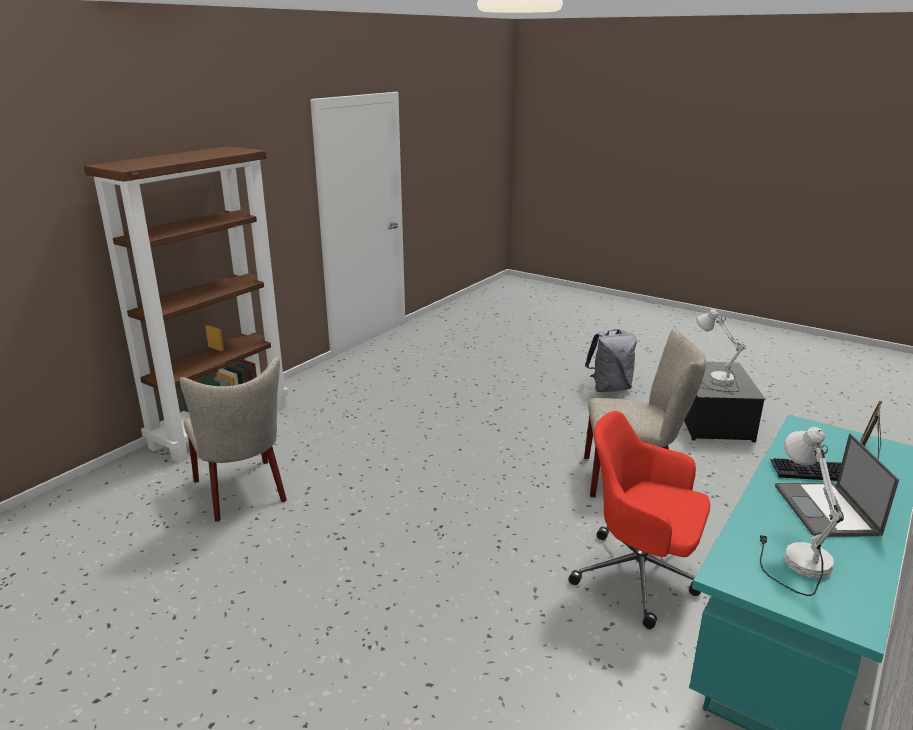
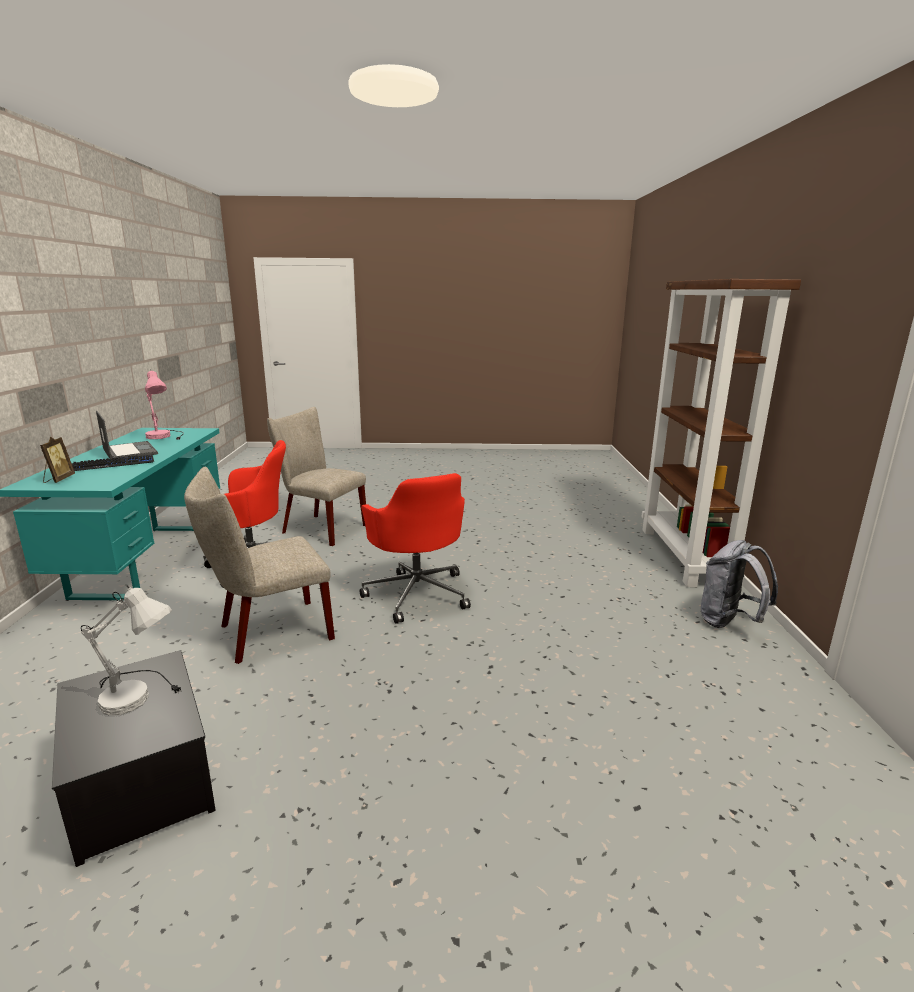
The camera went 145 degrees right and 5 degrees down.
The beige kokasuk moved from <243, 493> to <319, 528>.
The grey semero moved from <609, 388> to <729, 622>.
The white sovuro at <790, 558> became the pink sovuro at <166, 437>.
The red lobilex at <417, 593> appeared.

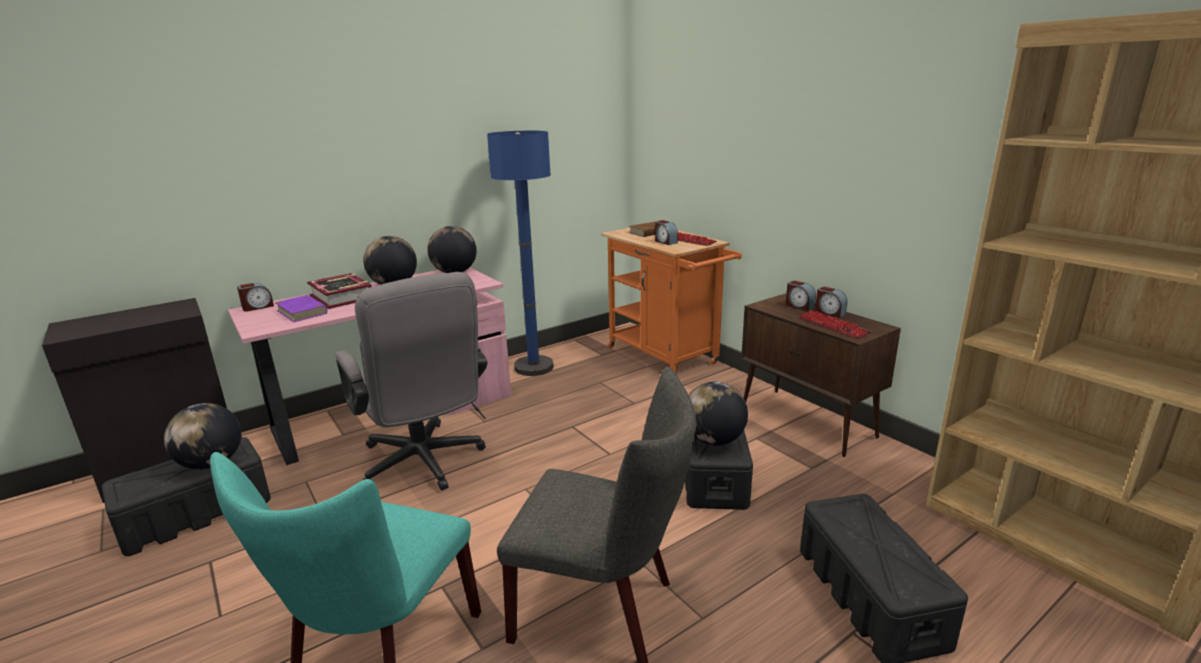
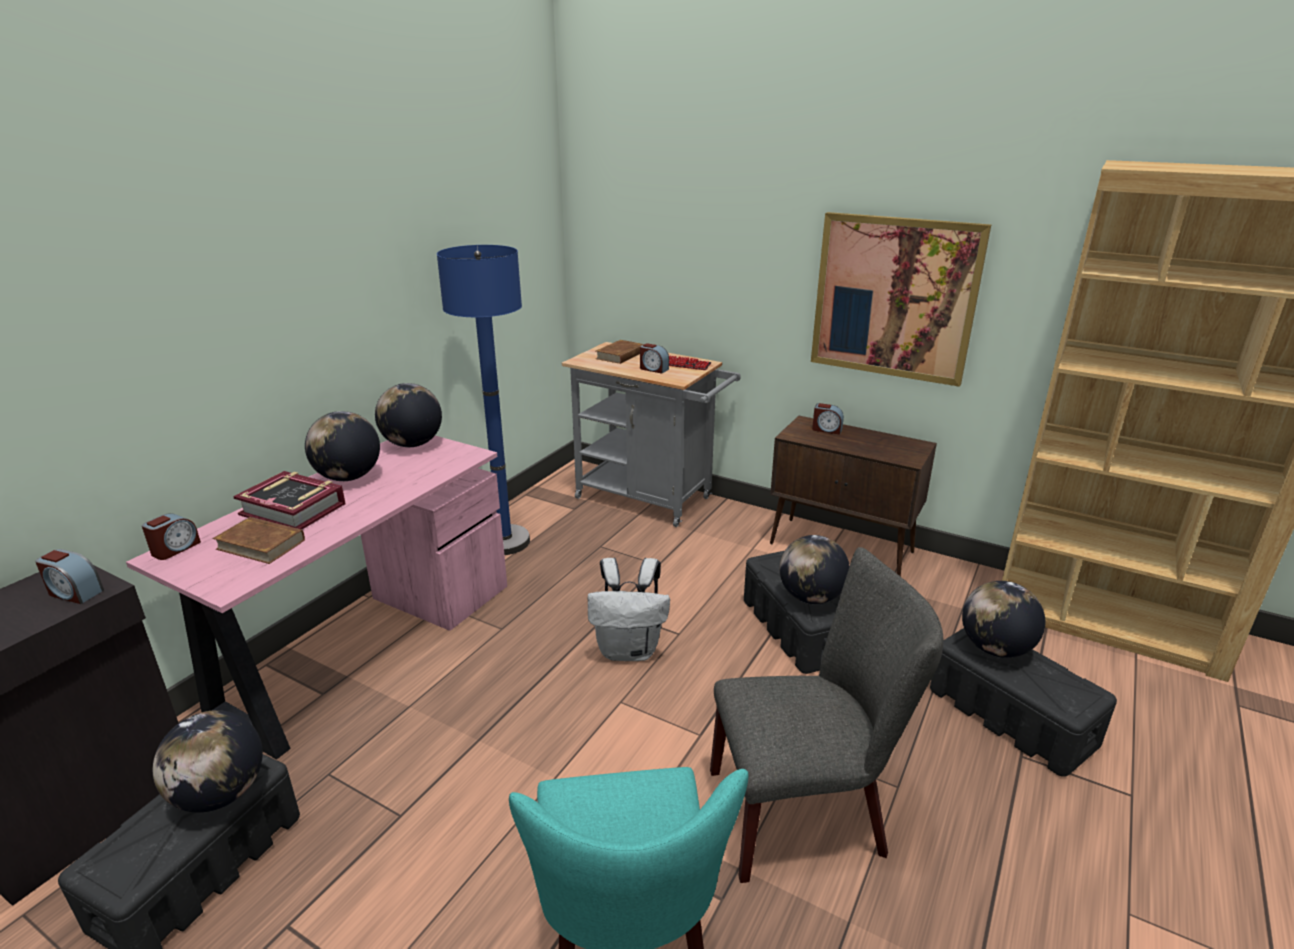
The camera went 25 degrees left and 5 degrees up.
The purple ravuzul at <302, 312> became the brown ravuzul at <261, 544>.
The grey lobilex at <425, 465> disappeared.
The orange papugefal at <667, 358> became the grey papugefal at <651, 499>.
The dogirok at <833, 326> disappeared.
The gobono moved from <829, 312> to <75, 592>.
The white semero at <629, 650> appeared.
The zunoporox at <894, 298> appeared.
The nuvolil at <995, 648> appeared.

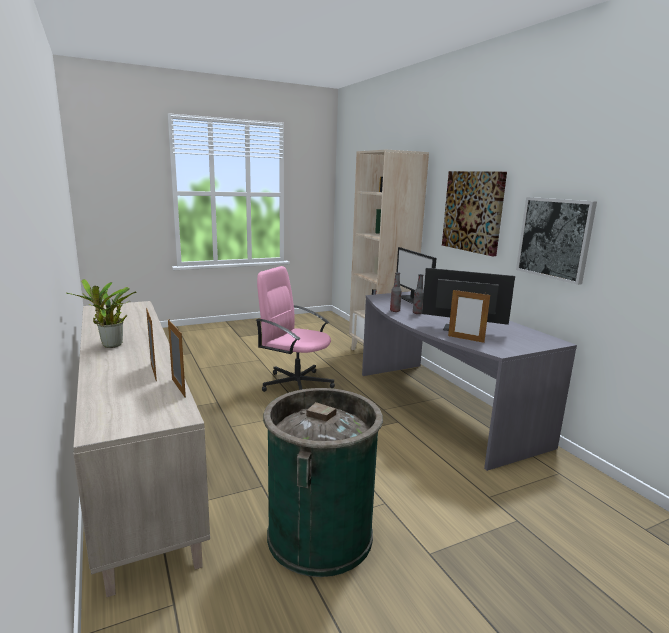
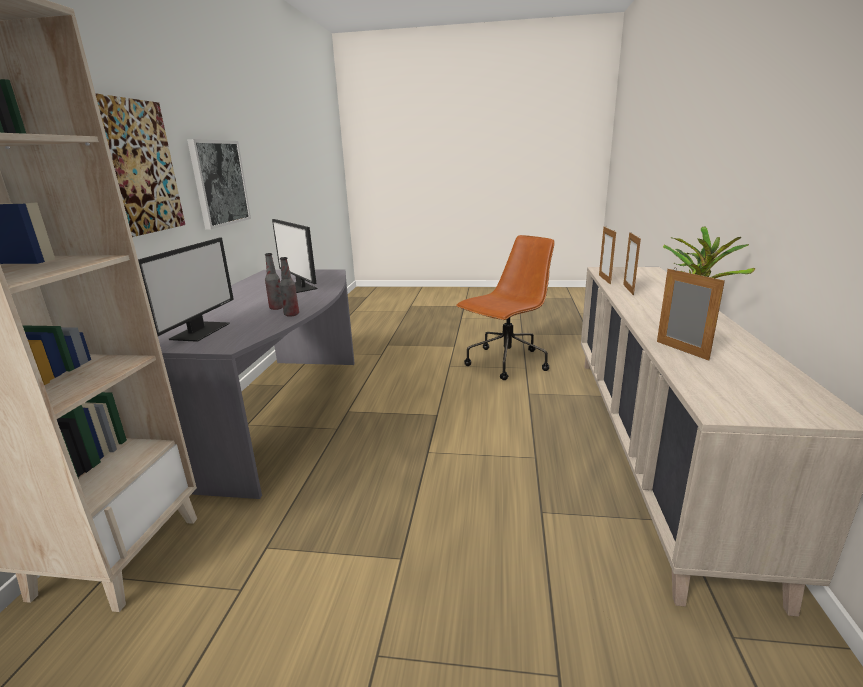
The camera went 145 degrees left and 5 degrees up.
The pink lobilex at <296, 384> disappeared.
The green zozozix at <319, 534> was replaced by the brown lobilex at <506, 363>.
The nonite moved from <465, 339> to <681, 350>.

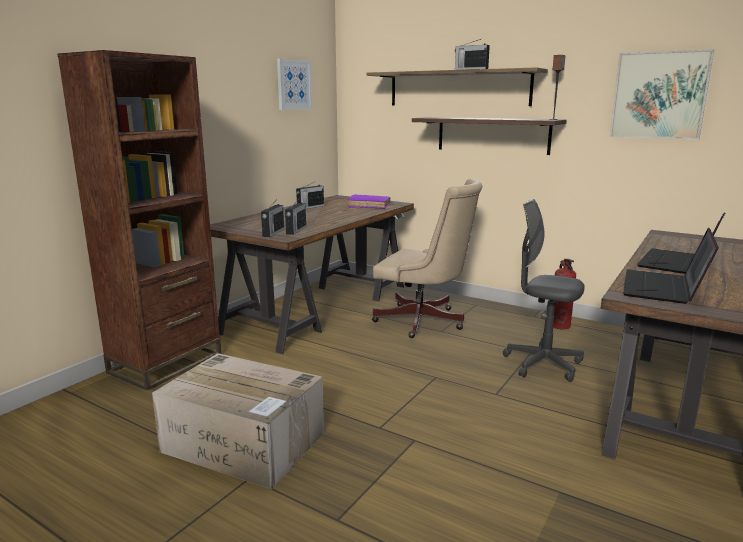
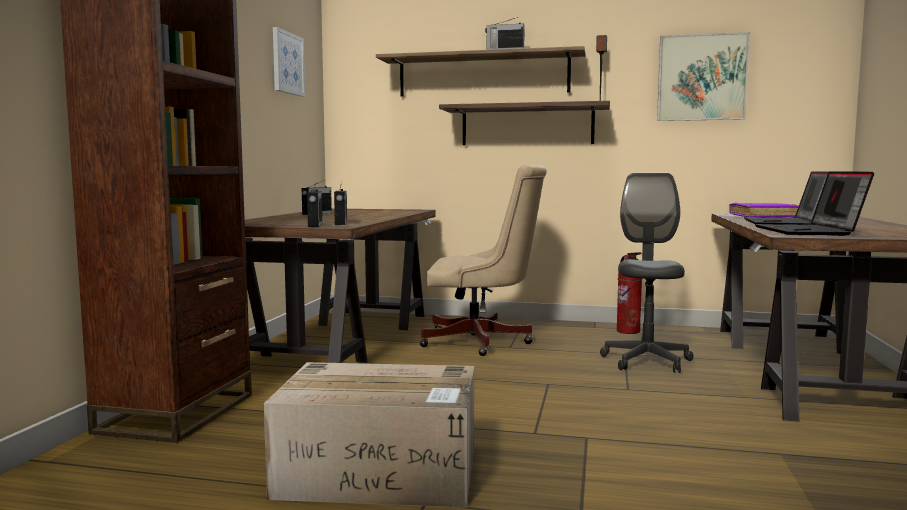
The camera went 20 degrees left and 10 degrees down.
The purple ravuzul moved from <369, 206> to <763, 217>.
The grey lobilex at <542, 364> turned 90 degrees clockwise.

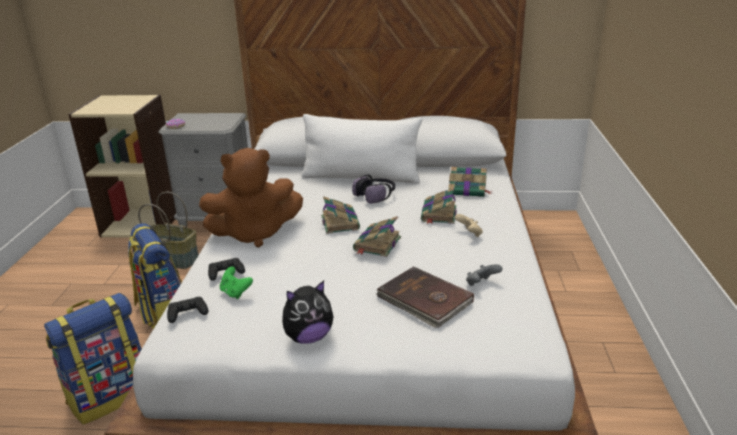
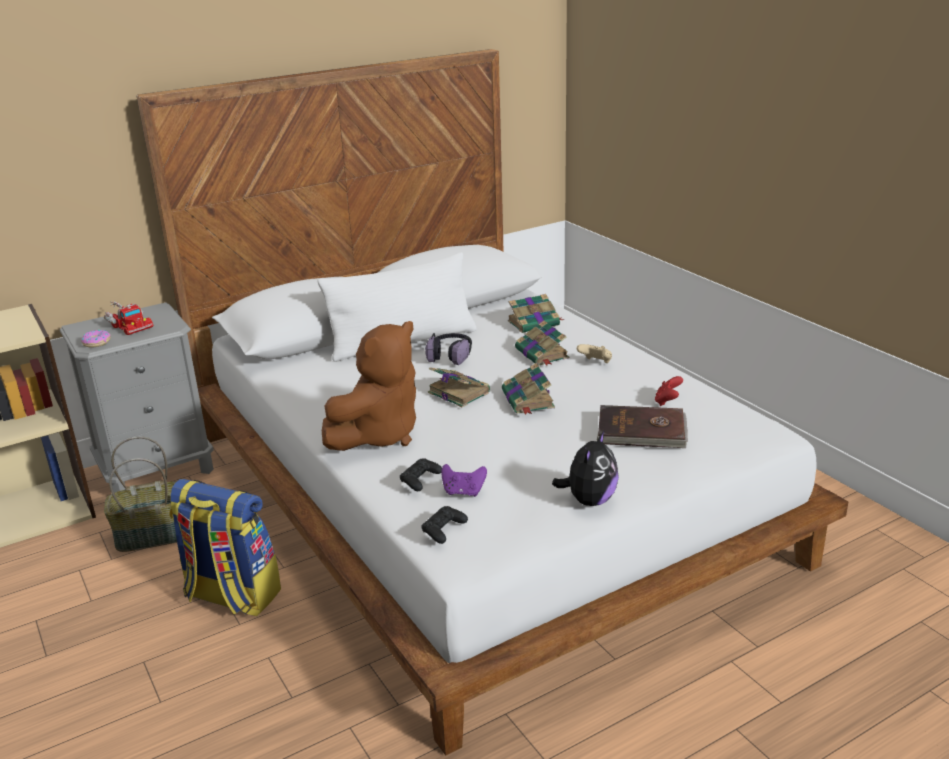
The camera went 35 degrees left and 0 degrees up.
The semero at <110, 395> disappeared.
The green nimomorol at <235, 293> became the purple nimomorol at <463, 492>.
The grey nimomorol at <481, 284> became the red nimomorol at <667, 401>.
The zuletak at <128, 325> appeared.

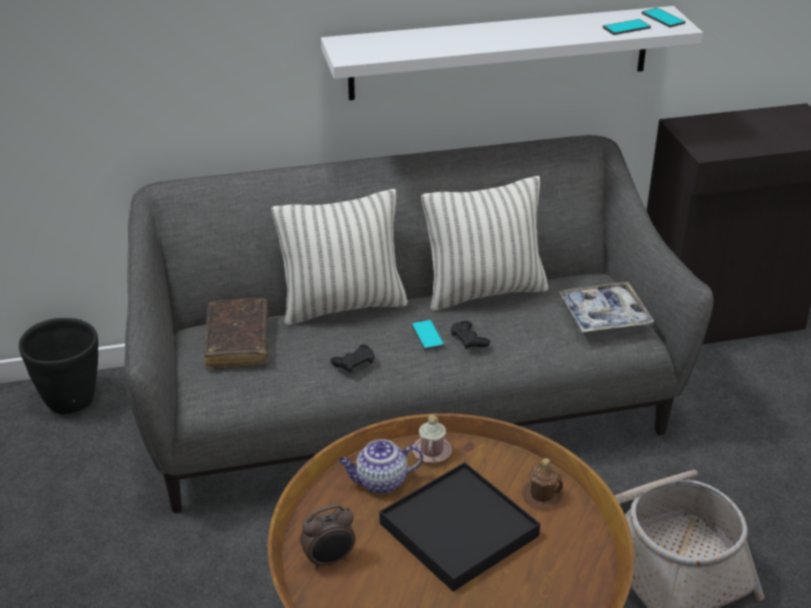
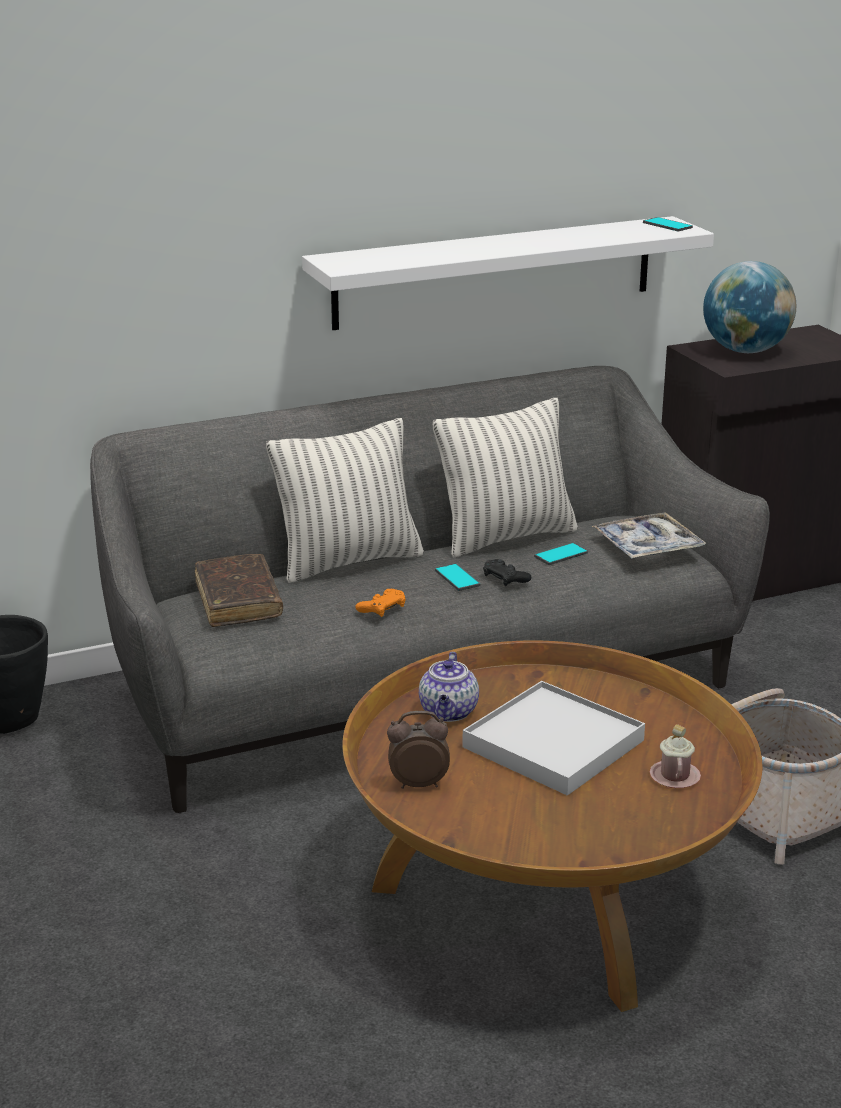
The camera went 10 degrees left and 10 degrees down.
The gobono at <329, 560> turned 150 degrees counterclockwise.
The black nimomorol at <354, 362> became the orange nimomorol at <382, 608>.
The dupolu at <380, 482> turned 60 degrees counterclockwise.
The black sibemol at <459, 530> became the white sibemol at <554, 744>.
The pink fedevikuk moved from <432, 451> to <674, 776>.
The brown fedevikuk at <542, 496> disappeared.
The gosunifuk moved from <626, 28> to <561, 555>.
The nuvolil at <745, 351> appeared.

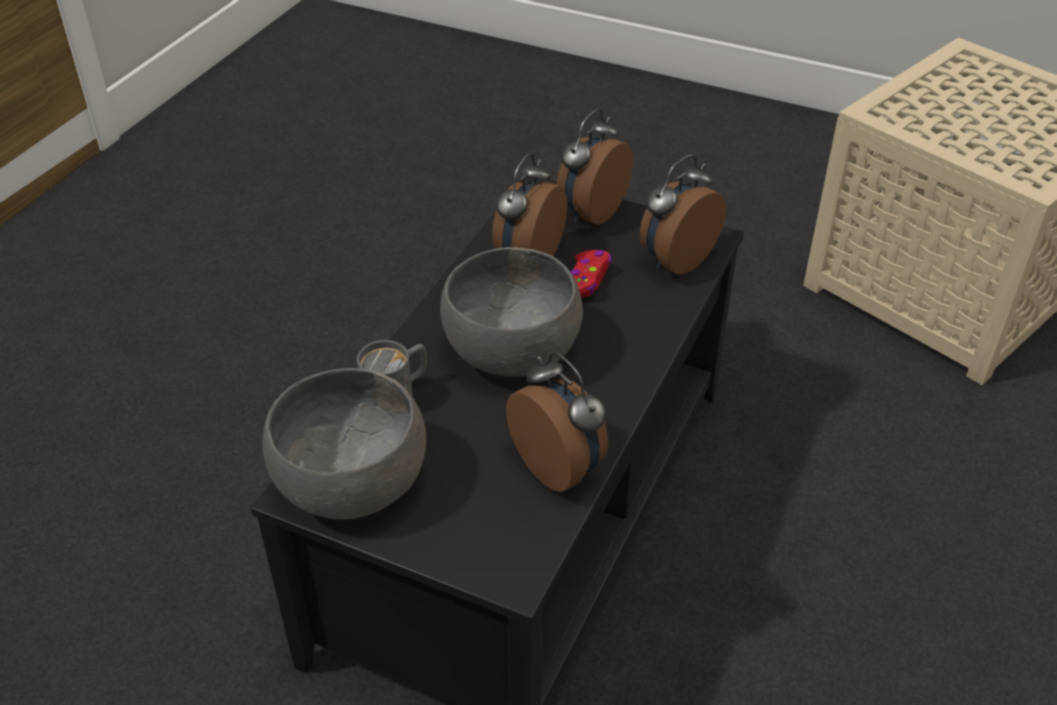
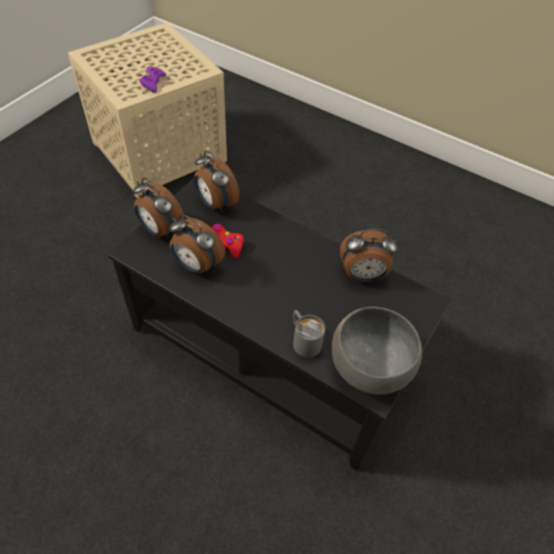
The camera went 85 degrees left and 10 degrees up.
The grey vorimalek at <513, 350> disappeared.
The gobono at <560, 467> turned 150 degrees counterclockwise.
The purple nimomorol at <153, 83> appeared.

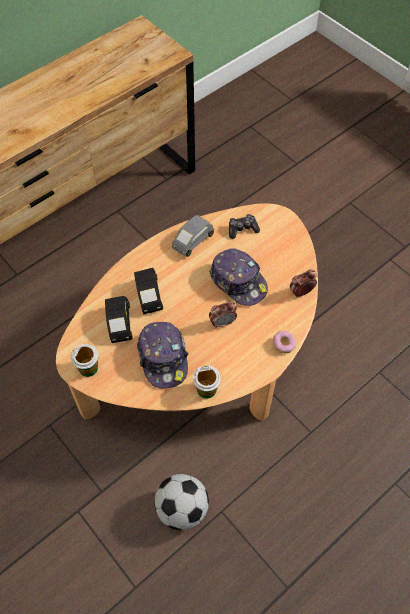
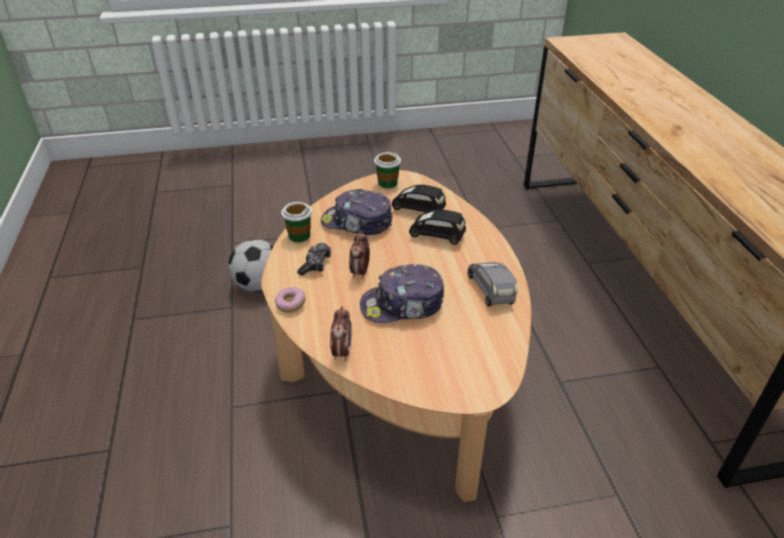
The camera went 120 degrees right and 20 degrees down.
The nimomorol moved from <242, 229> to <315, 264>.

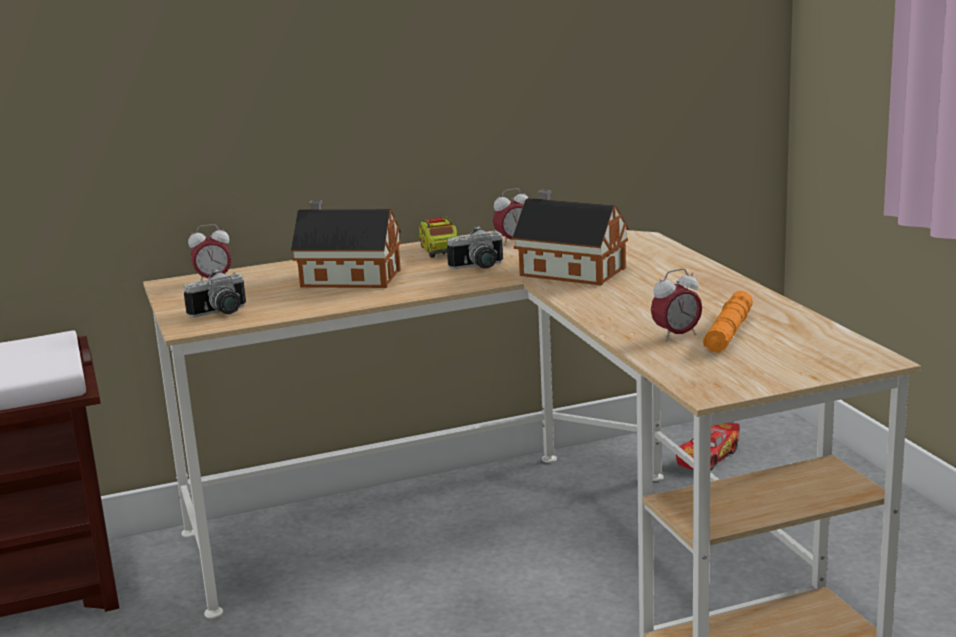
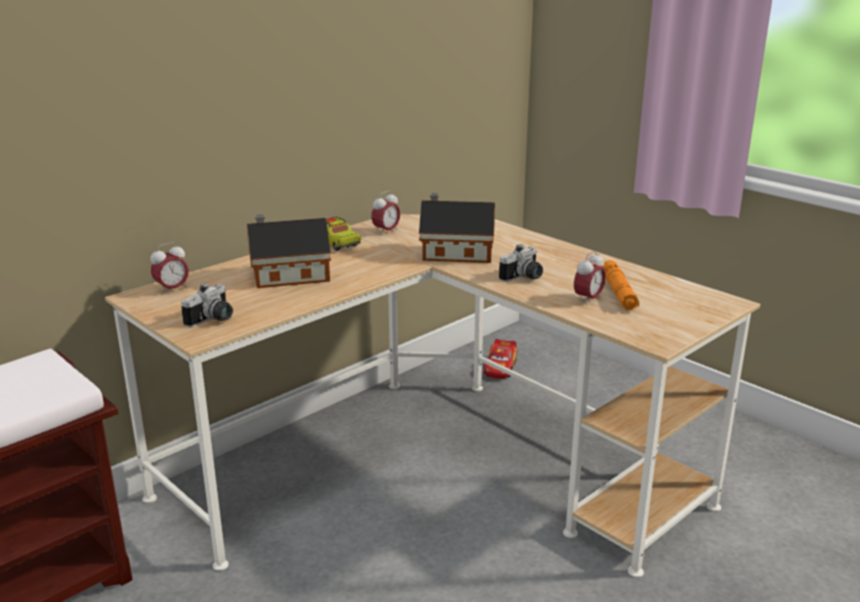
The camera went 25 degrees left and 5 degrees up.
The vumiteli moved from <479, 267> to <524, 278>.

